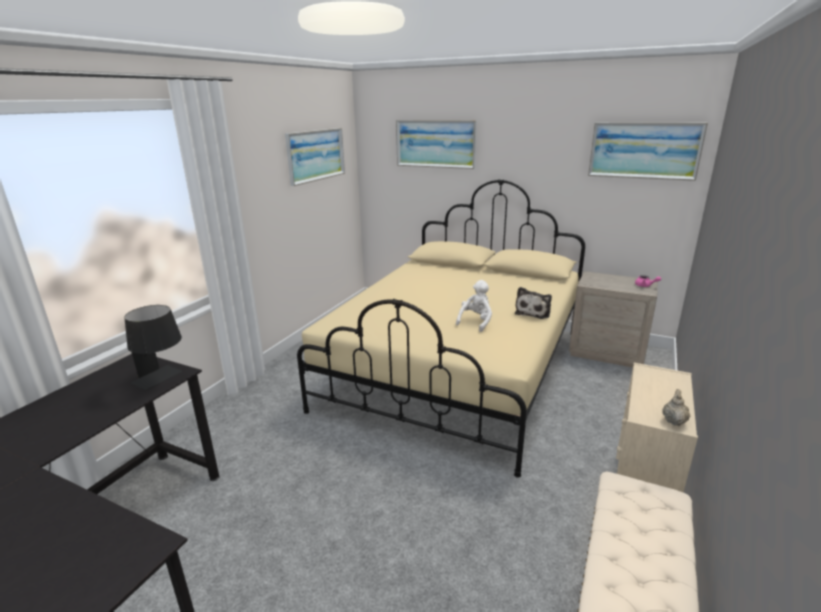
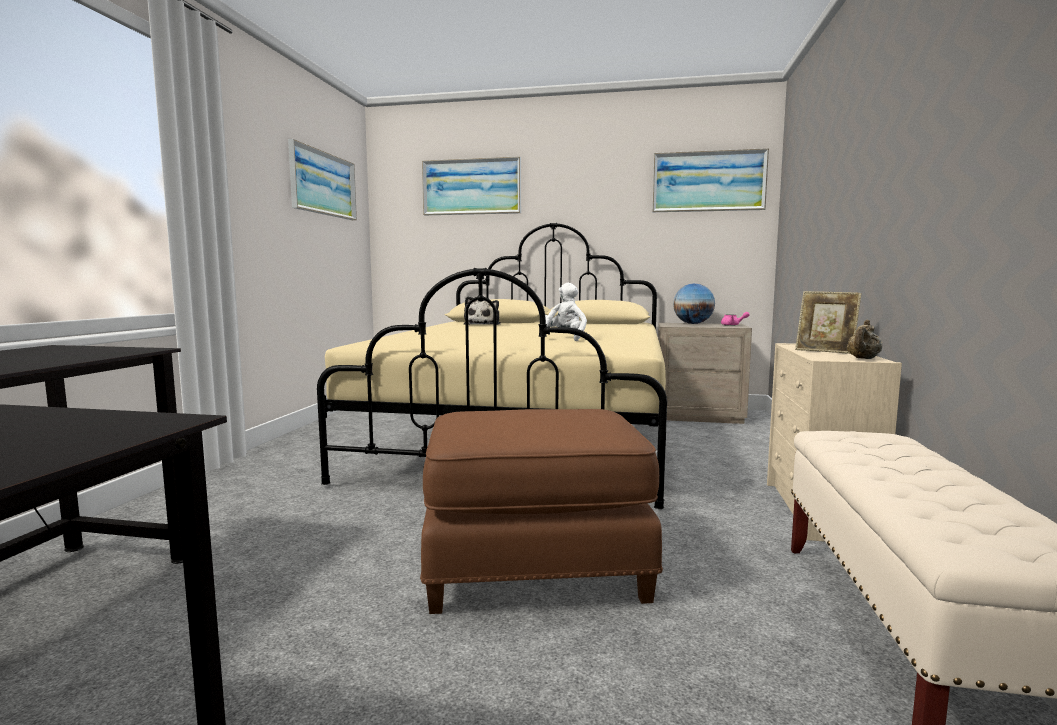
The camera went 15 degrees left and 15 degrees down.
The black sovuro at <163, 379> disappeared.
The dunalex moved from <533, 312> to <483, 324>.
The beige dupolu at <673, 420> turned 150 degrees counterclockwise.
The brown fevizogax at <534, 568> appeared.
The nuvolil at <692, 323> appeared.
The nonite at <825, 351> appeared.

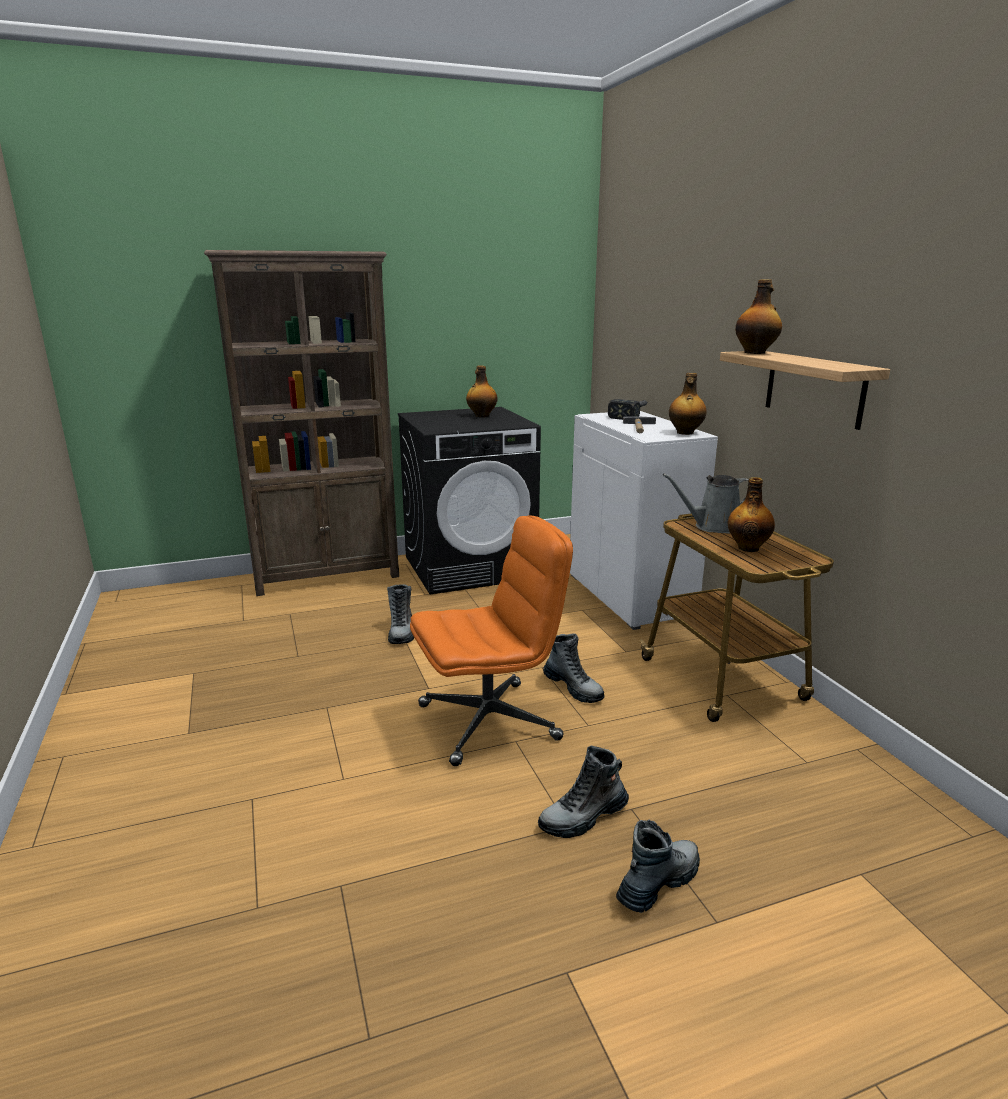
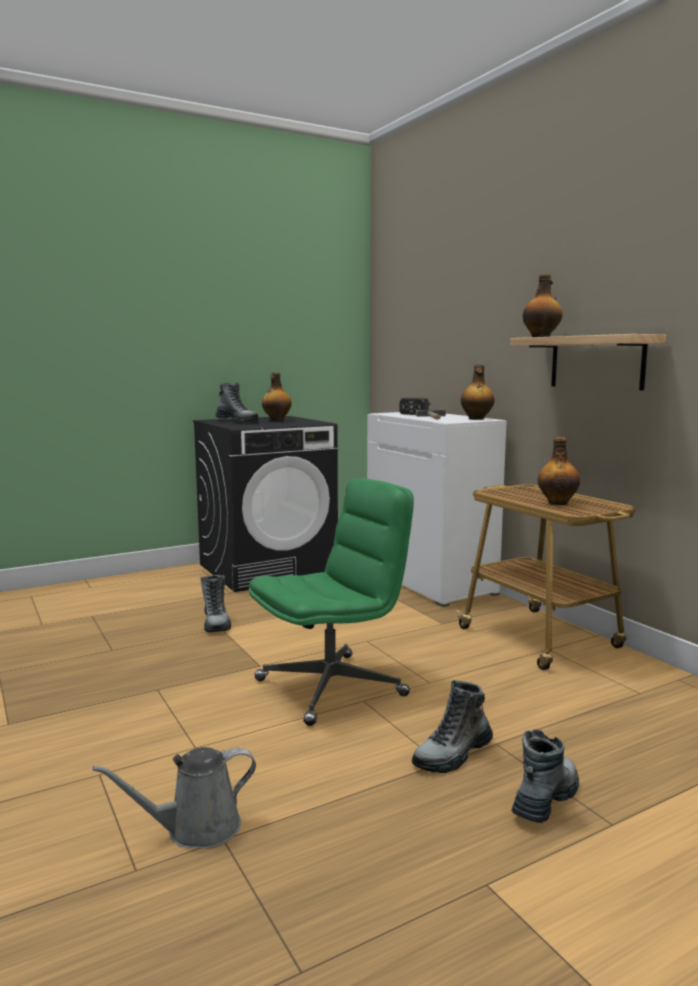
The camera went 10 degrees left and 10 degrees down.
The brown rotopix at <327, 576> disappeared.
The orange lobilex at <490, 721> became the green lobilex at <332, 687>.
The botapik moved from <573, 688> to <237, 421>.
The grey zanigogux moved from <713, 527> to <196, 829>.

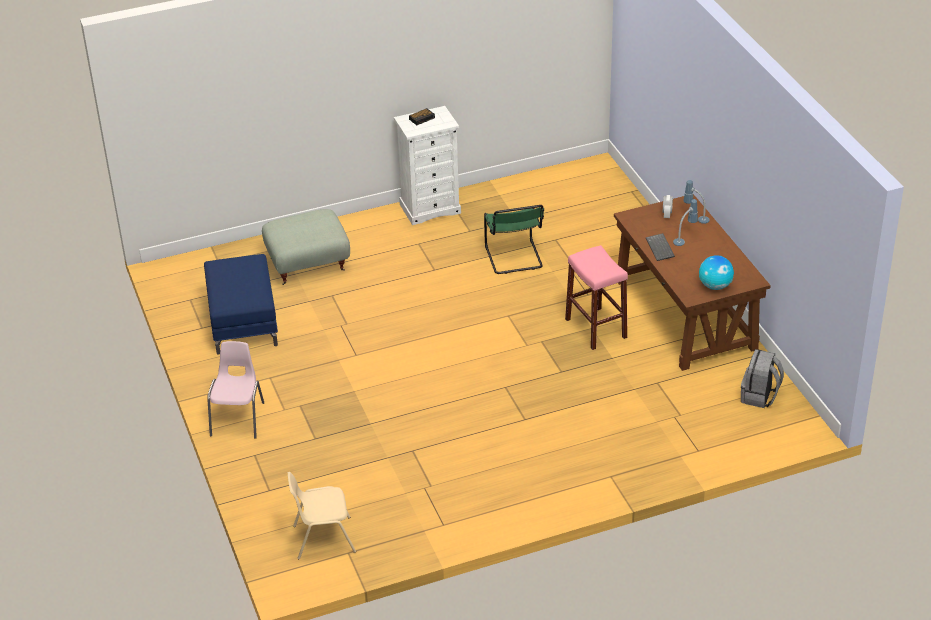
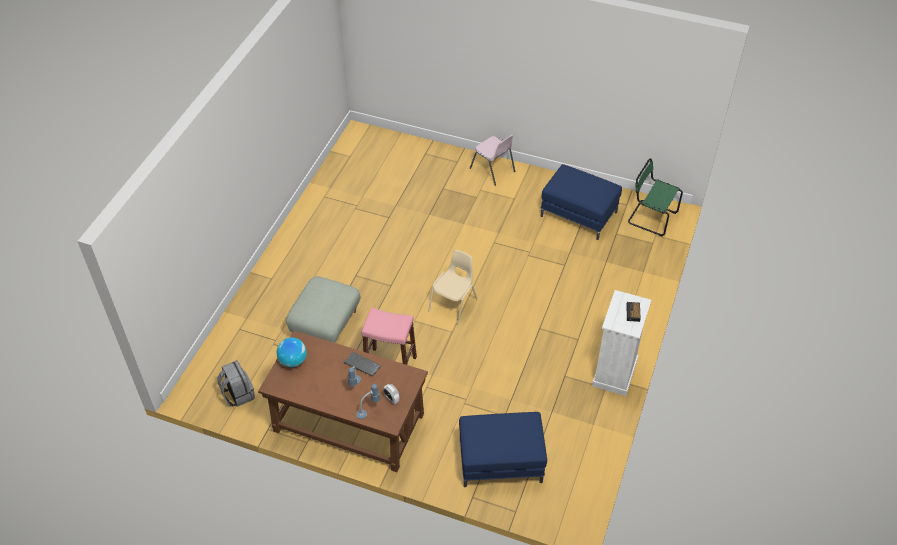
The camera went 130 degrees right and 10 degrees up.
The grey fevizogax moved from <308, 265> to <325, 325>.
The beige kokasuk moved from <323, 538> to <454, 304>.
The green kokasuk moved from <514, 258> to <650, 217>.
The blue fevizogax at <501, 460> appeared.

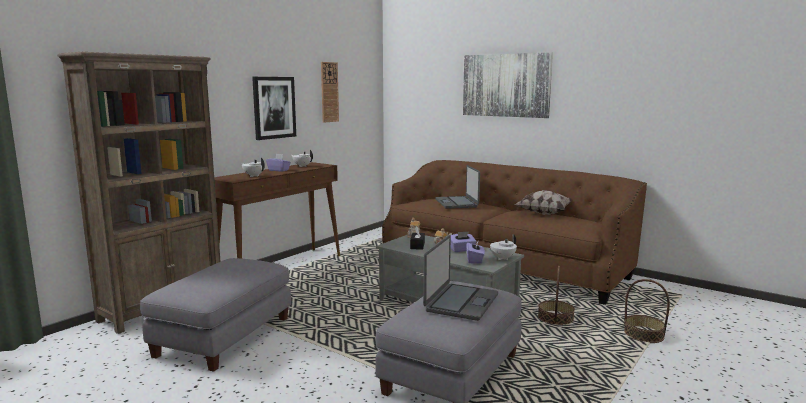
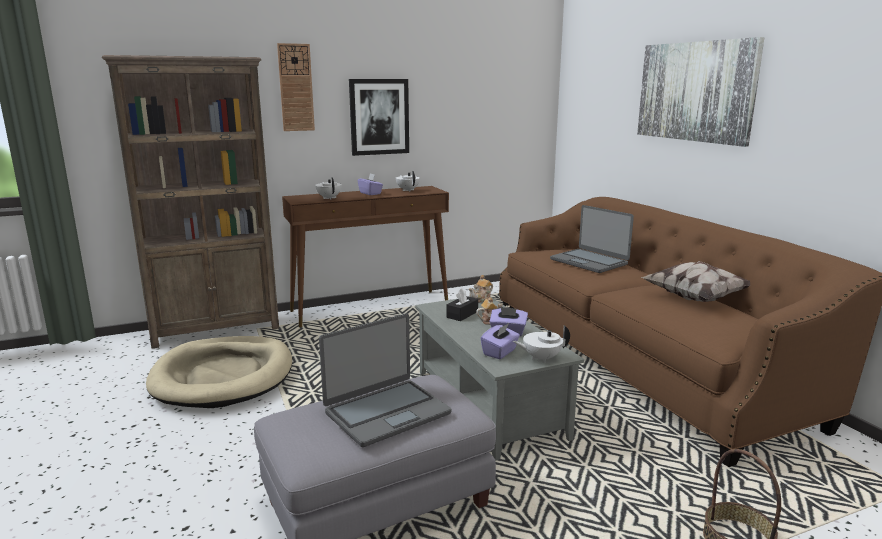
The camera went 30 degrees right and 5 degrees up.
The grey fevizogax at <225, 336> was replaced by the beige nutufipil at <224, 376>.
The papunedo moved from <329, 92> to <296, 88>.
The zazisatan at <457, 203> turned 60 degrees counterclockwise.
The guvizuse at <555, 318> disappeared.

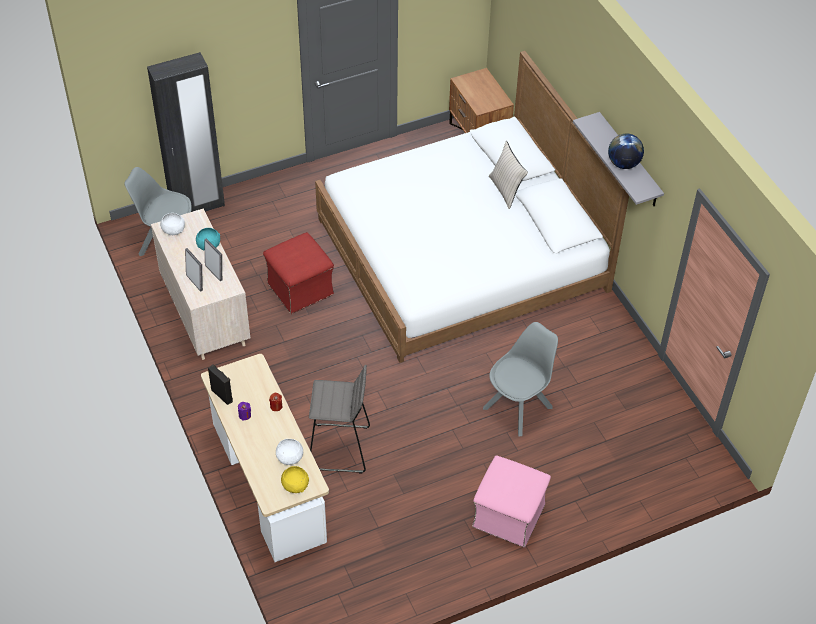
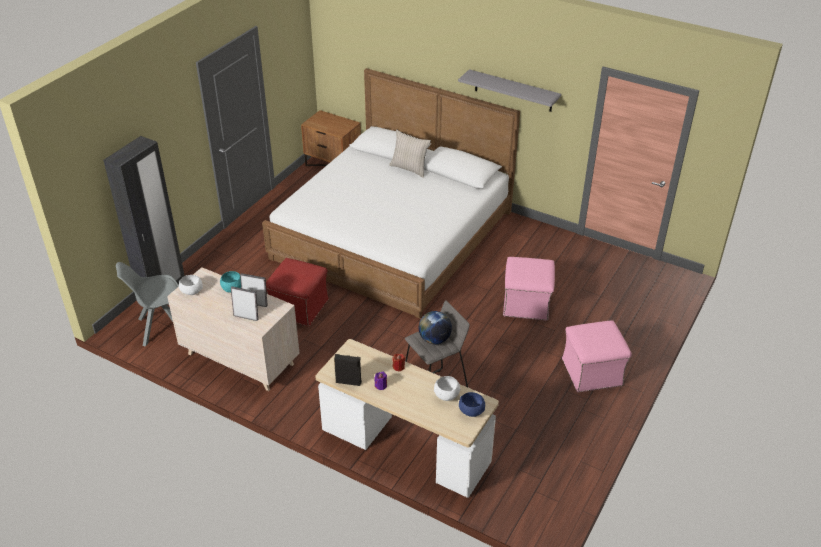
The camera went 35 degrees left and 10 degrees down.
The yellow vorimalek at <295, 485> became the blue vorimalek at <471, 411>.
The grey kokasuk at <519, 407> was replaced by the pink fevizogax at <527, 304>.
The nuvolil moved from <623, 164> to <434, 339>.

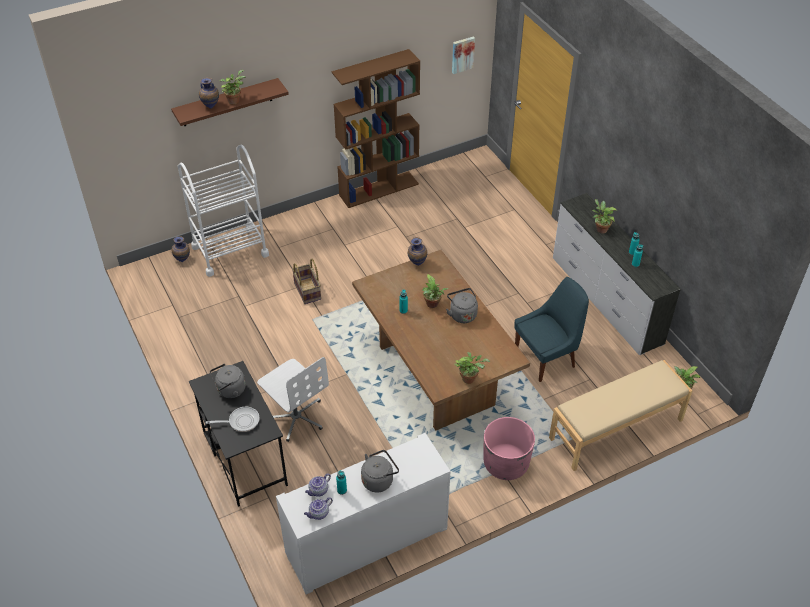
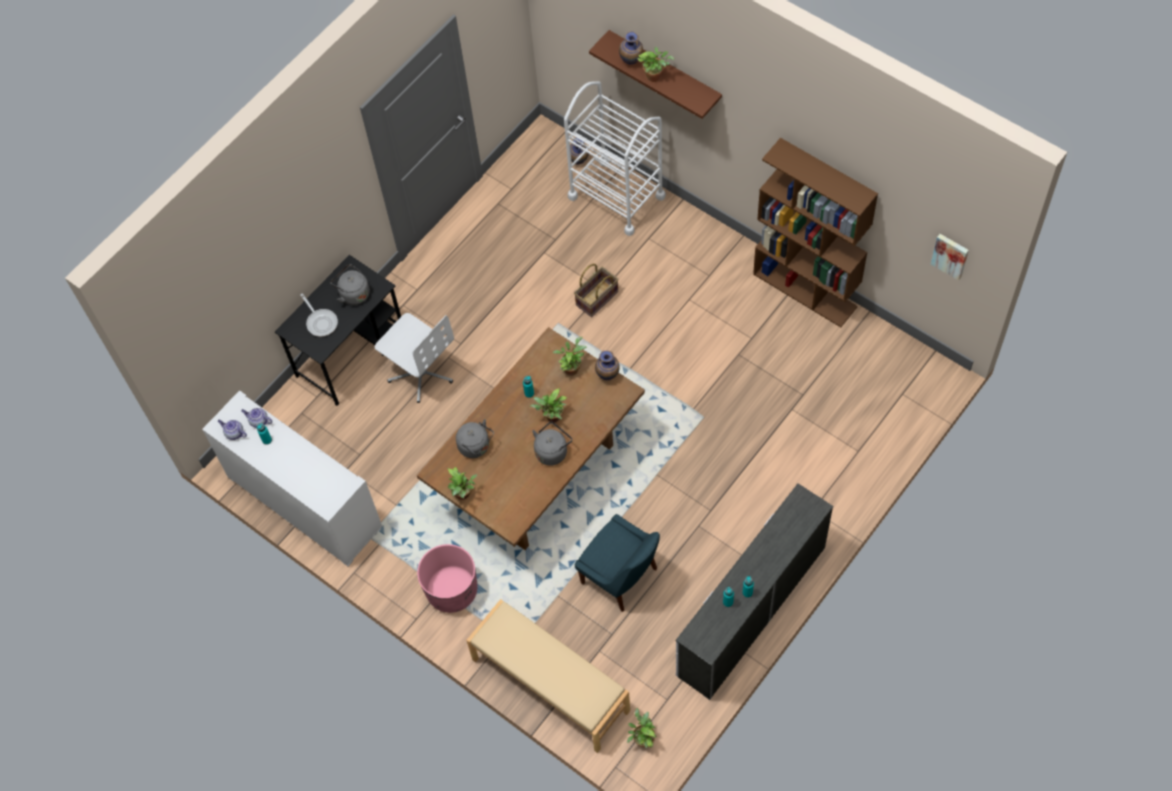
The camera went 70 degrees right and 15 degrees up.
The white lobilex at <296, 417> turned 75 degrees counterclockwise.
The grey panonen moved from <379, 480> to <476, 447>.
The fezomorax moved from <600, 229> to <571, 368>.

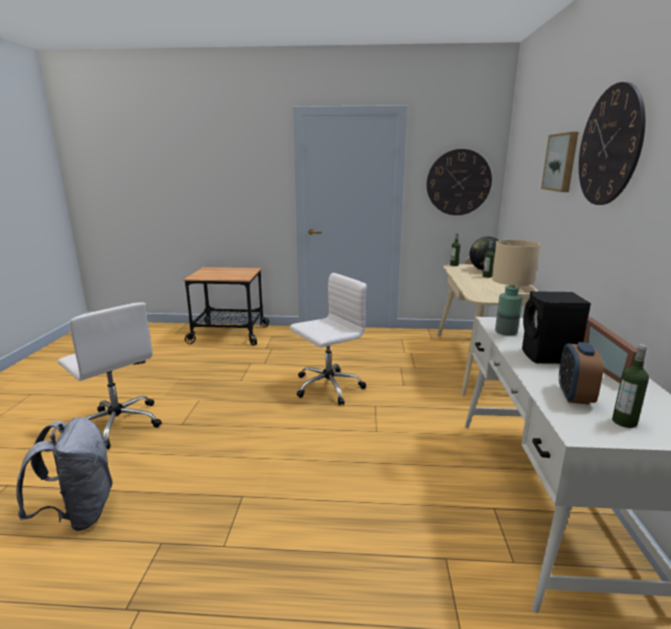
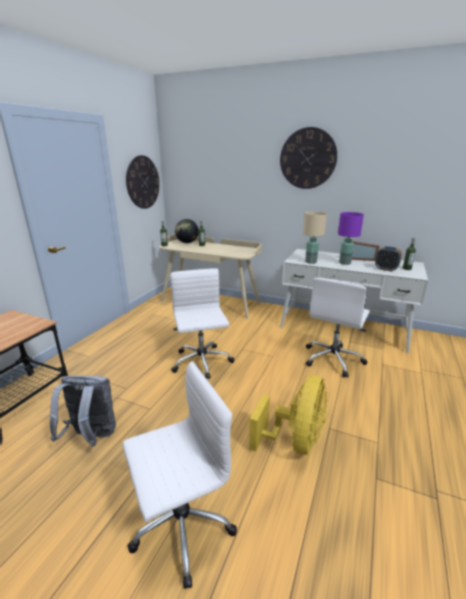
The camera went 70 degrees left and 5 degrees up.
The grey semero moved from <79, 513> to <91, 437>.
The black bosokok at <549, 357> was replaced by the purple sovuro at <345, 263>.
The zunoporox at <561, 162> disappeared.
The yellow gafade at <295, 441> appeared.
The white lobilex at <333, 359> appeared.

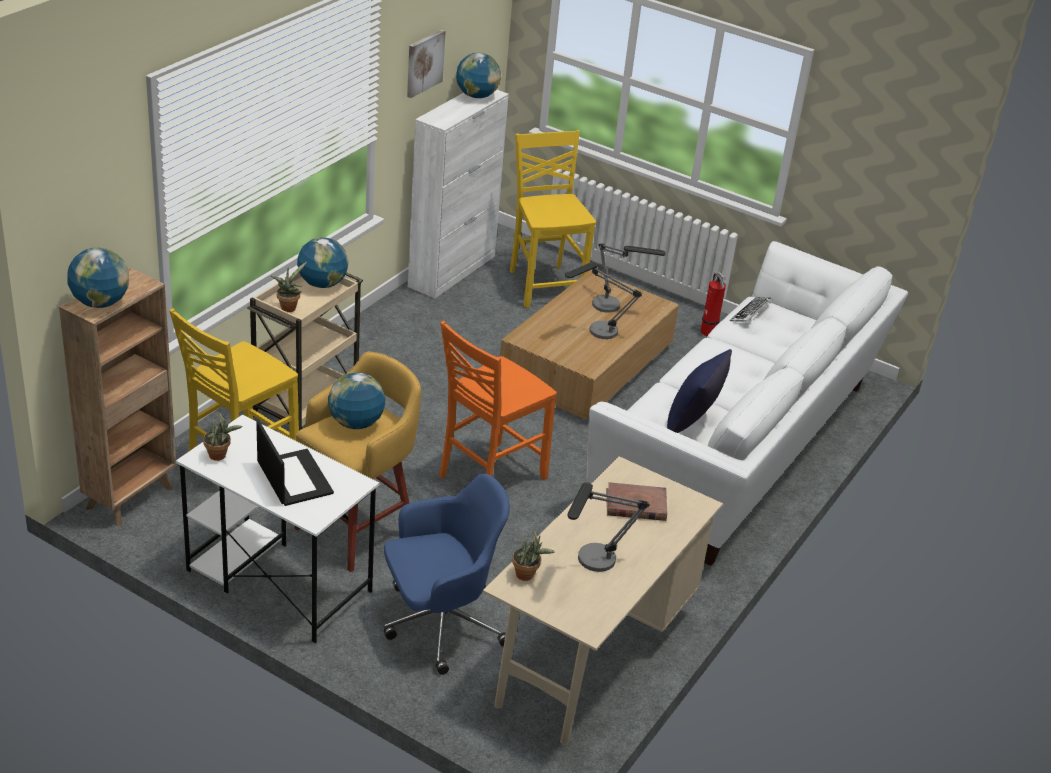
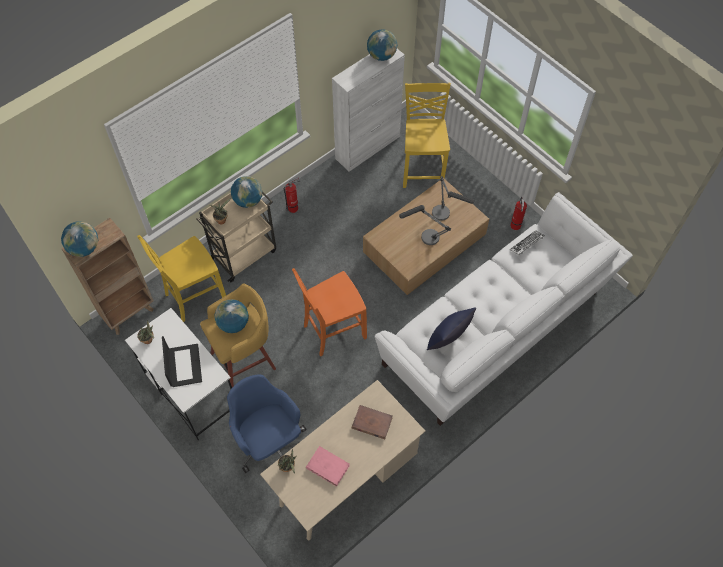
The camera went 20 degrees right and 25 degrees up.
The blue lobilex at <440, 624> turned 120 degrees counterclockwise.
The zunoporox at <424, 63> disappeared.
The sovuro at <591, 565> was replaced by the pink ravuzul at <327, 467>.
The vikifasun at <294, 207> appeared.

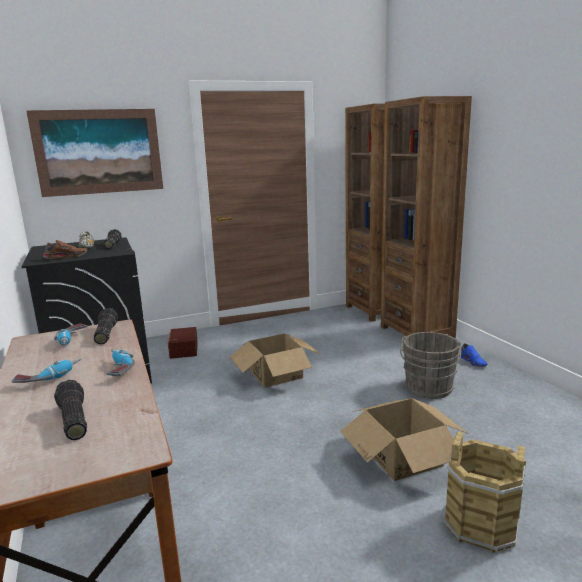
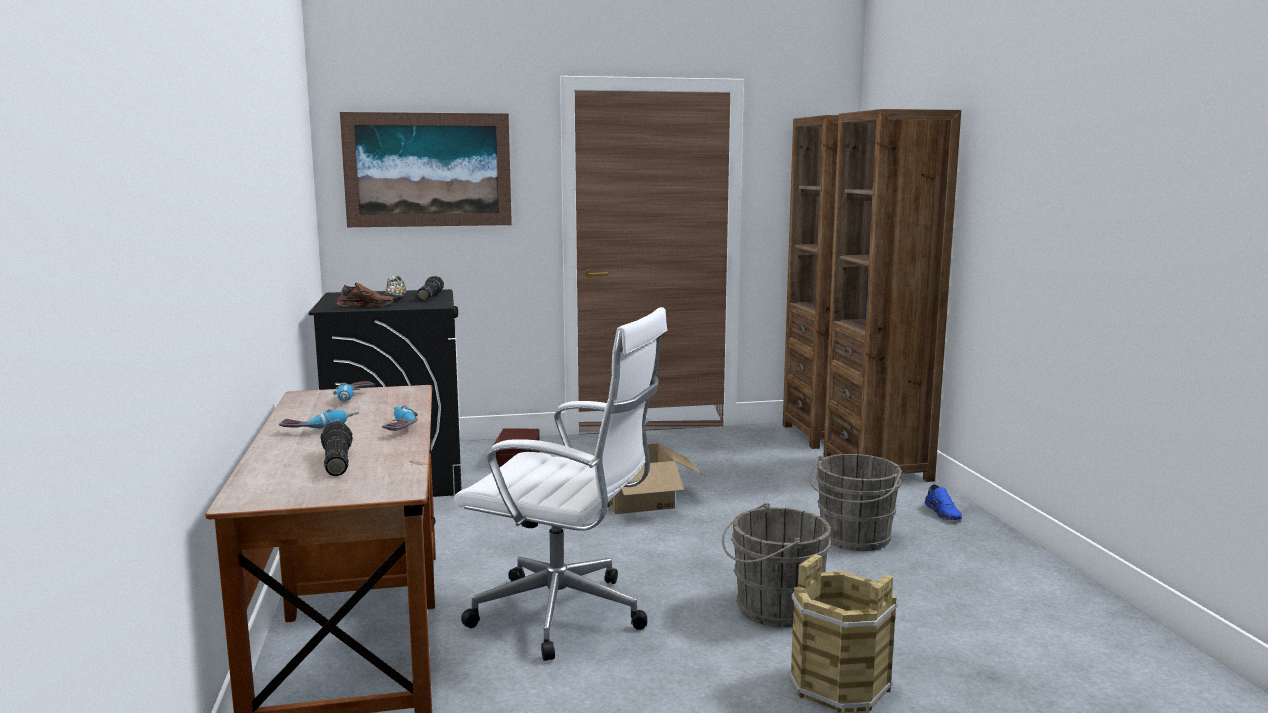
The camera went 10 degrees right and 5 degrees down.
The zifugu at <105, 334> disappeared.
The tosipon at <403, 457> was replaced by the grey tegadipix at <772, 608>.
The white lobilex at <567, 615> appeared.

